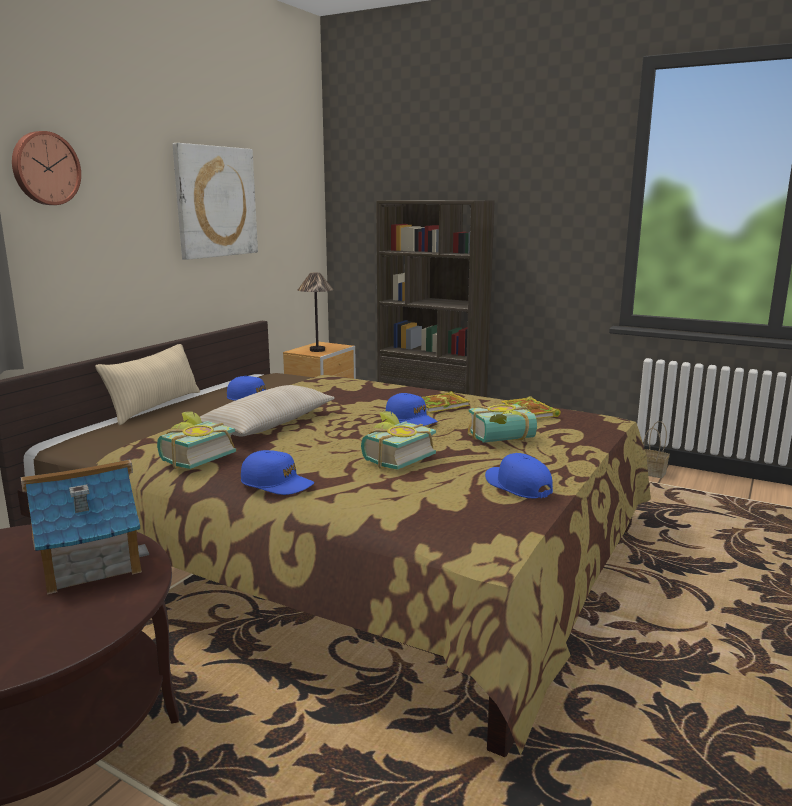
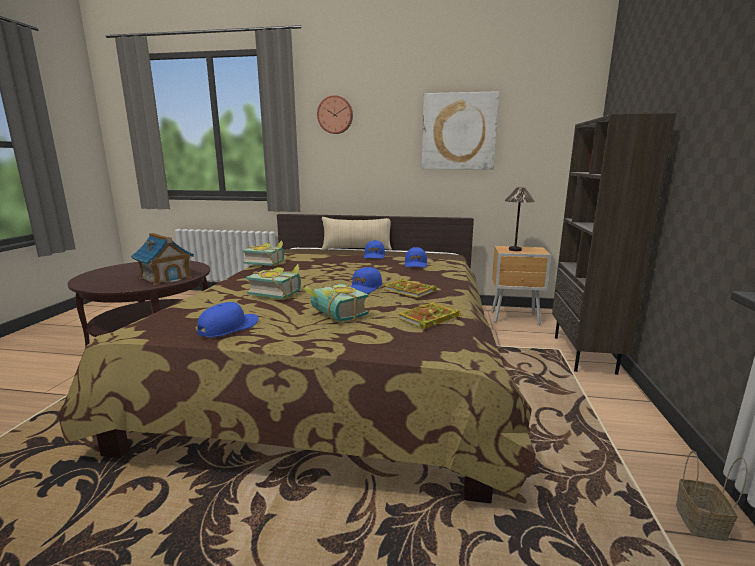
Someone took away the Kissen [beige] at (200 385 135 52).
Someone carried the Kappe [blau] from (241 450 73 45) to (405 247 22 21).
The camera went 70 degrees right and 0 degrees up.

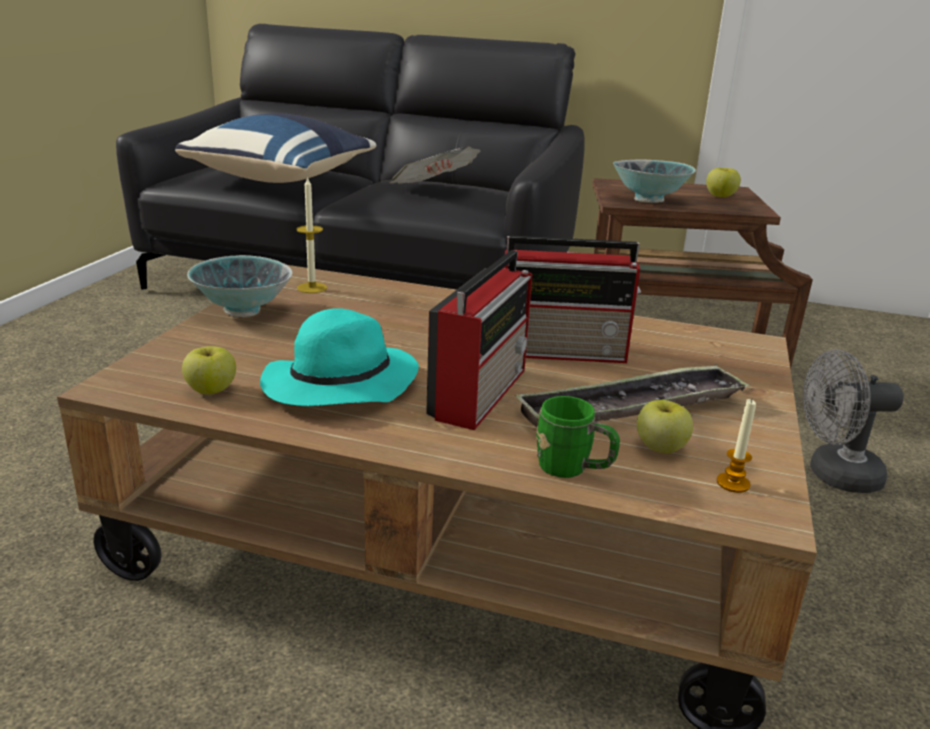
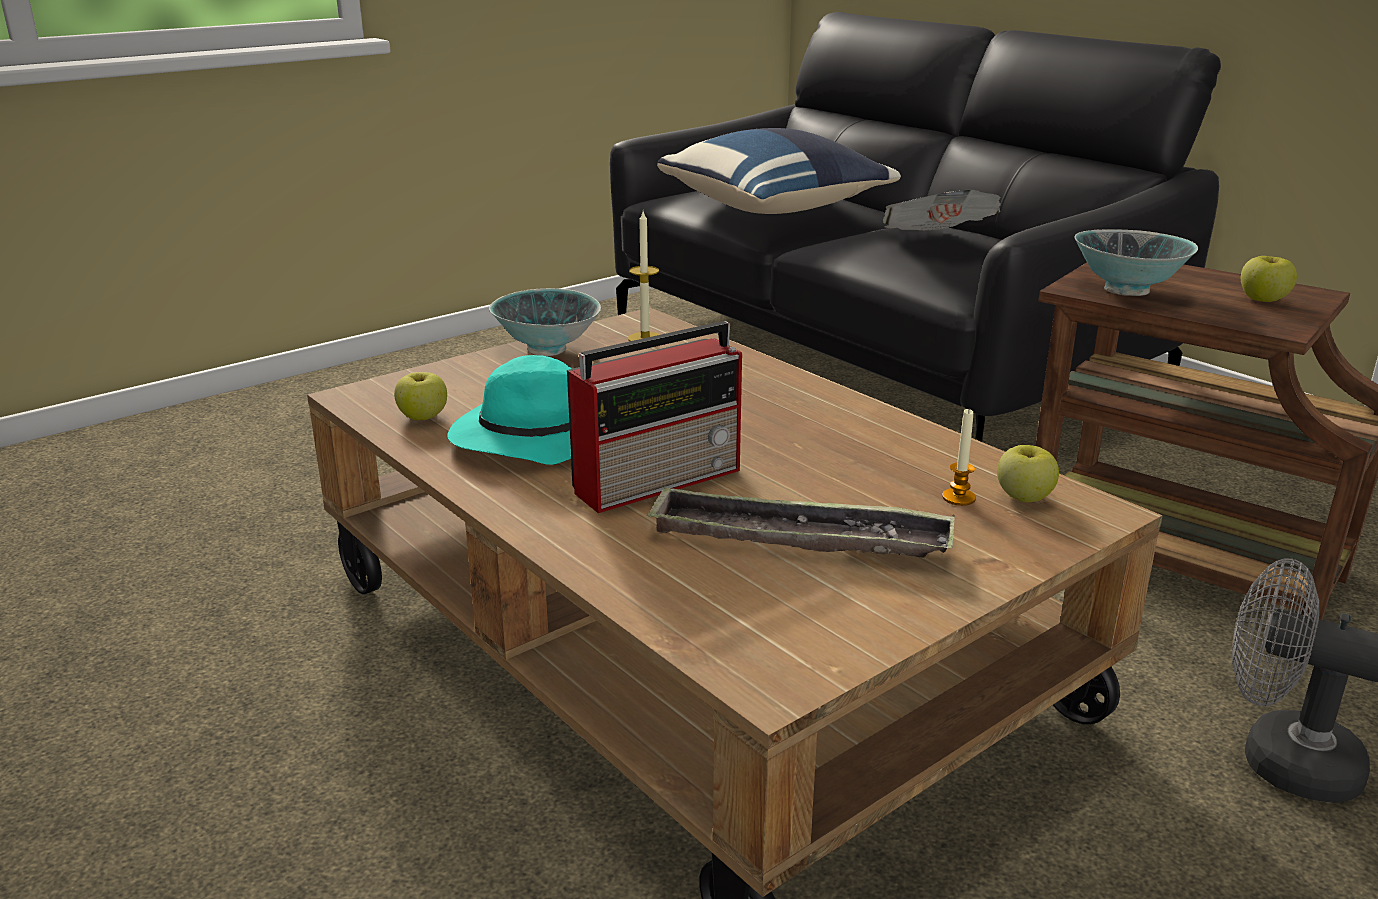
Someone took away the Radio at (504 235 137 128).
Someone took away the Henkelbecher [grün] at (536 396 84 82).
Someone carried the Apfel from (637 400 56 53) to (997 445 62 57).
Someone carried the Kerze from (717 399 39 94) to (942 409 34 97).
The camera went 35 degrees right and 0 degrees up.

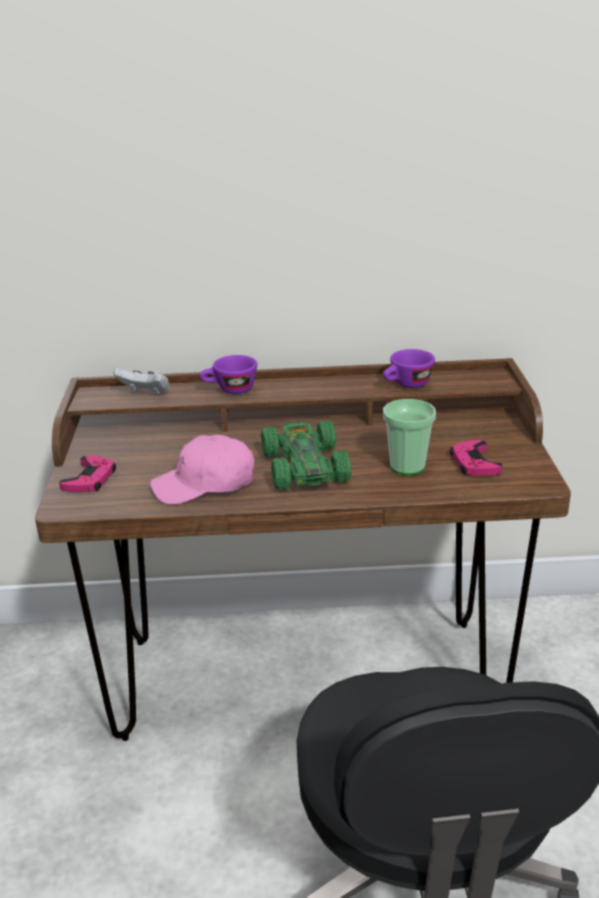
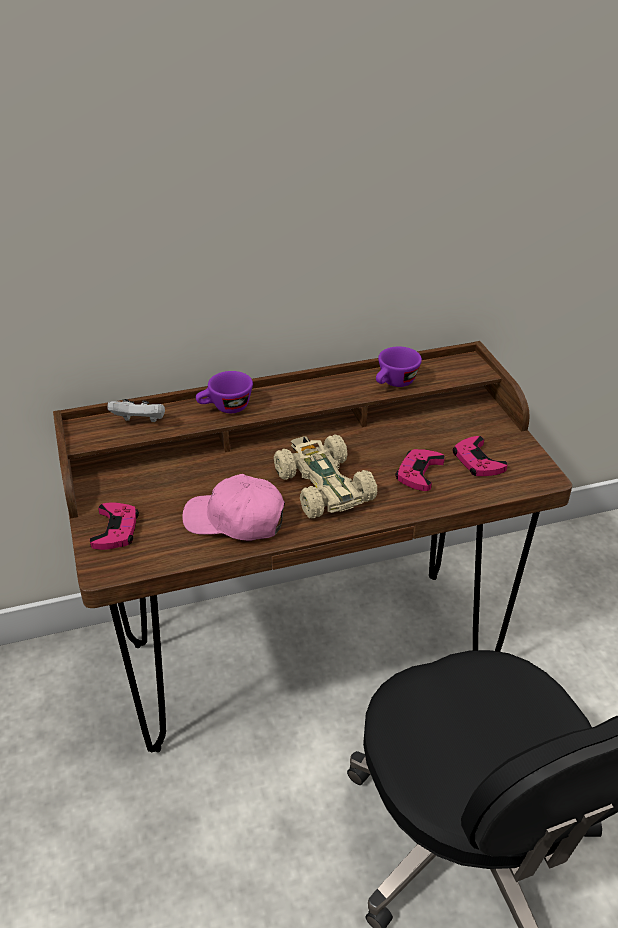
Someone rotated the Kappe [rosa] at (150 435 104 70) by 45 degrees clockwise.
Someone repainted the Spielzeugauto [grün] at (261 420 90 70), which became the Spielzeugauto [beige] at (274 435 104 83).
Someone swapped the Tasse at (383 399 53 76) for the Gamepad [rosa] at (396 449 49 42).
The camera went 15 degrees left and 10 degrees up.

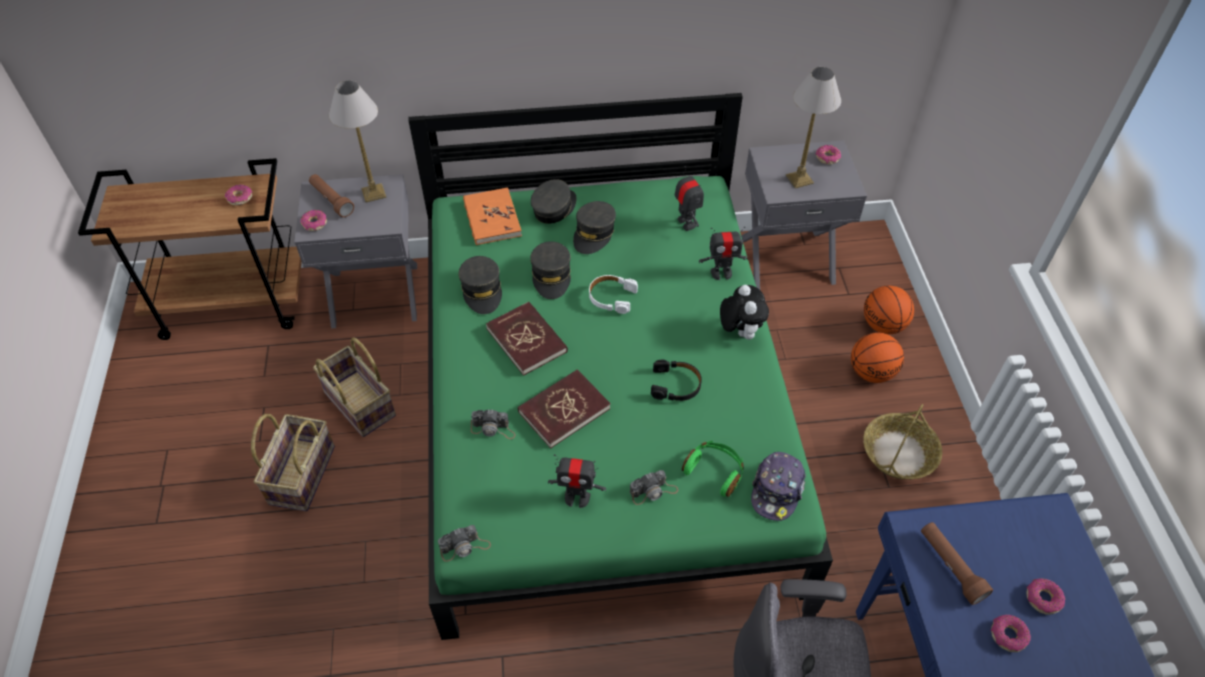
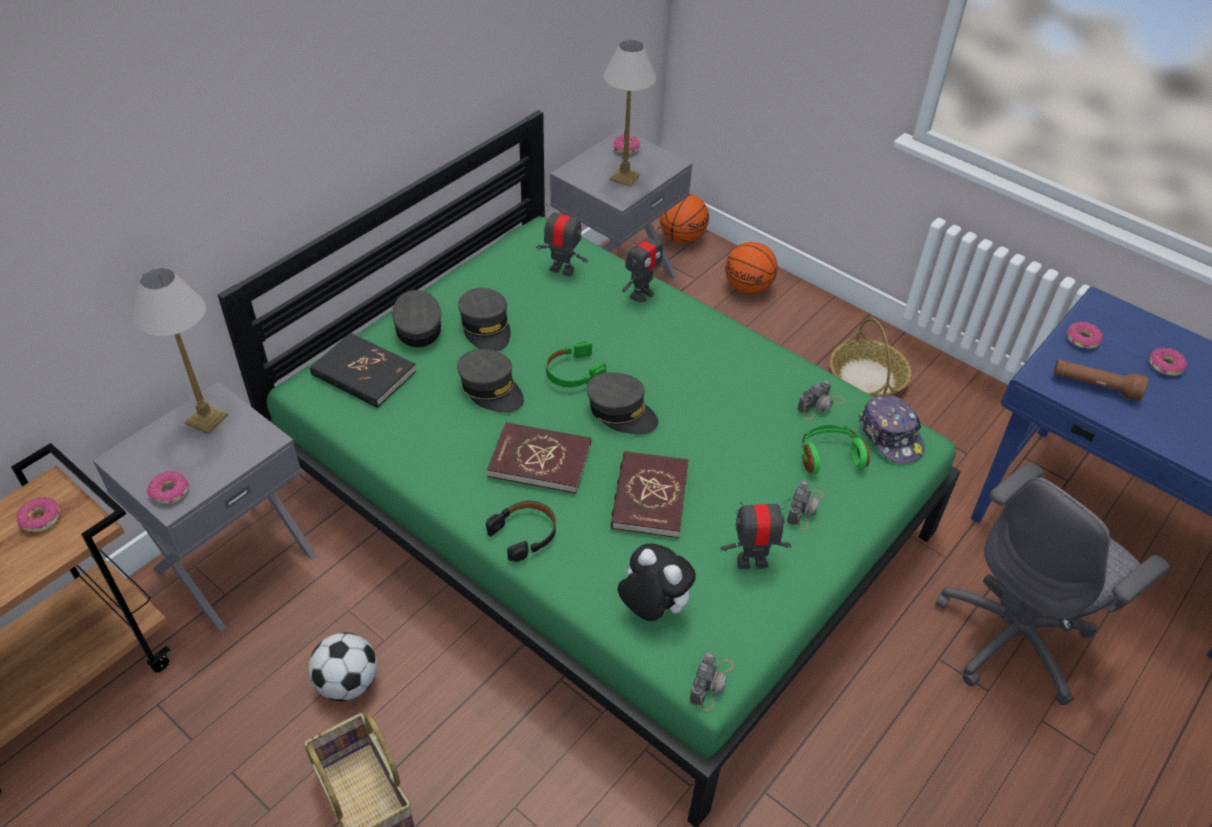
Someone took away the Taschenlampe [braun] at (309 174 45 43).
Someone swapped the Korb at (313 337 83 100) for the Fußball at (308 632 69 69).
Someone carried the Kappe [grau] from (459 256 43 58) to (587 372 71 62).
Someone repainted the Buch [orange] at (463 187 59 58), which became the Buch [schwarz] at (310 333 106 75).
Someone carried the Kamera from (471 409 44 30) to (797 380 48 39).
Someone rotated the Spielzeugroboter at (548 454 58 54) by 150 degrees counterclockwise.
Someone repainted the Kopfhörer [weiß] at (589 275 49 39), which became the Kopfhörer [grün] at (546 341 60 46).
Someone carried the Kopfhörer [schwarz] from (651 360 51 41) to (486 501 70 61).
Someone carried the Plüschtier from (720 285 49 55) to (617 543 79 78).
Someone carried the Basketball from (851 332 53 51) to (659 194 50 49).
Someone carried the Donut from (991 615 40 37) to (1066 322 37 27).
The camera went 45 degrees left and 5 degrees down.

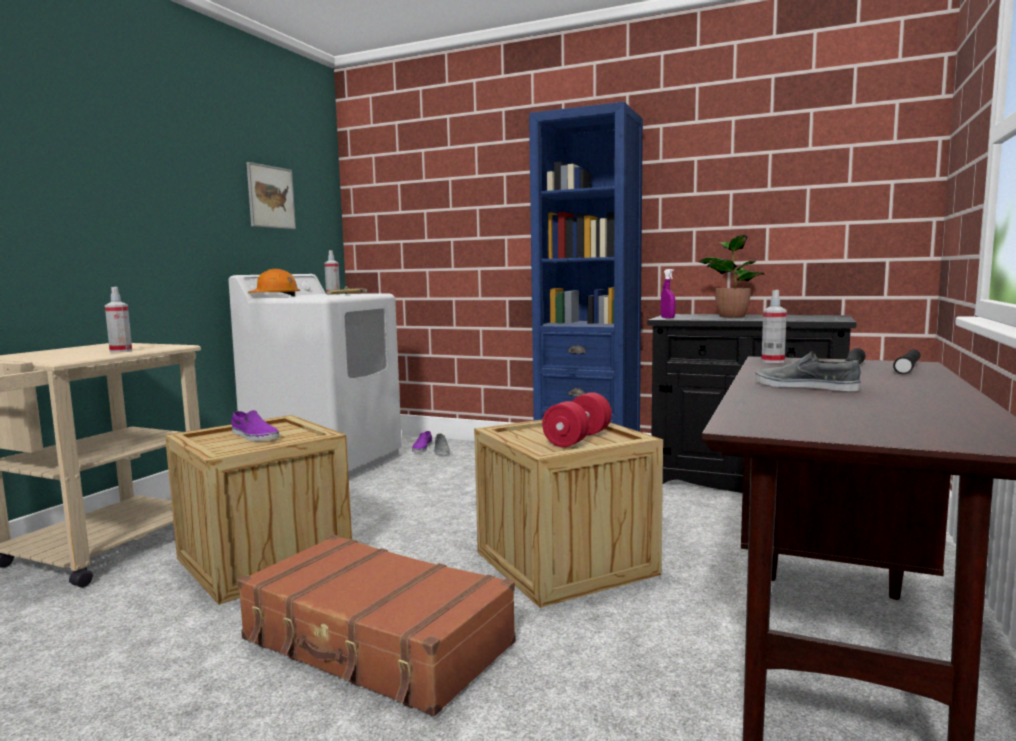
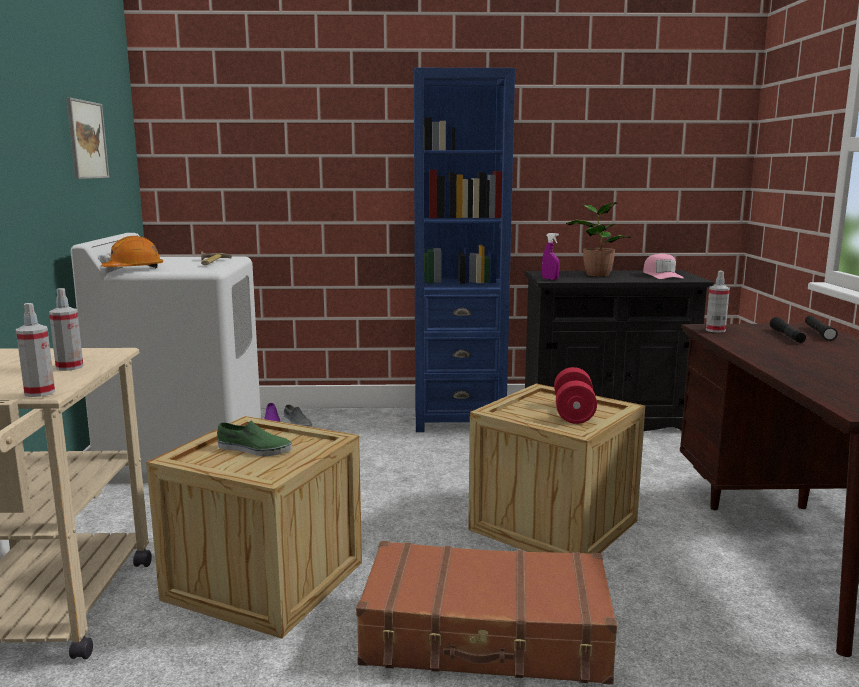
Someone repainted the Schuh [lila] at (231 410 48 32), which became the Schuh [grün] at (217 421 75 35).
Someone carried the Sprühflasche from (324 250 16 45) to (16 303 39 94).
Someone took away the Schuh [grau] at (755 351 106 40).
Someone put down the Kappe [rosa] at (643 254 41 25).
The camera went 25 degrees left and 5 degrees up.

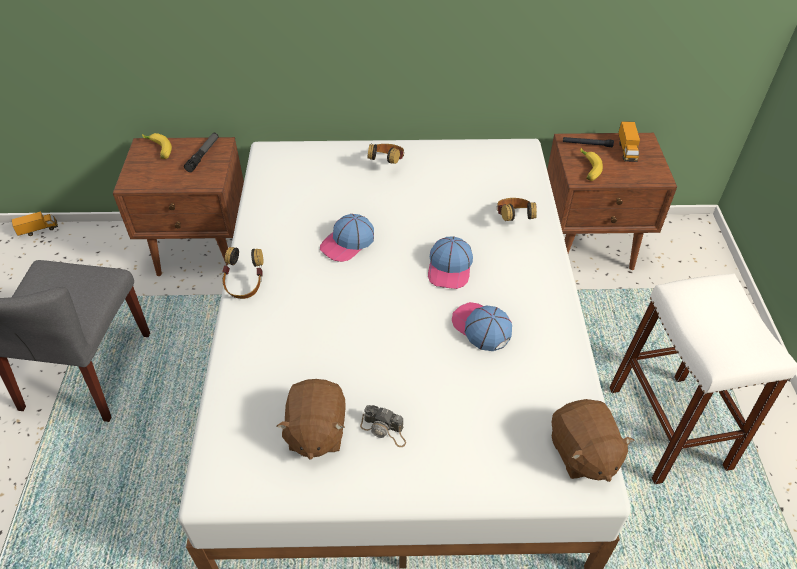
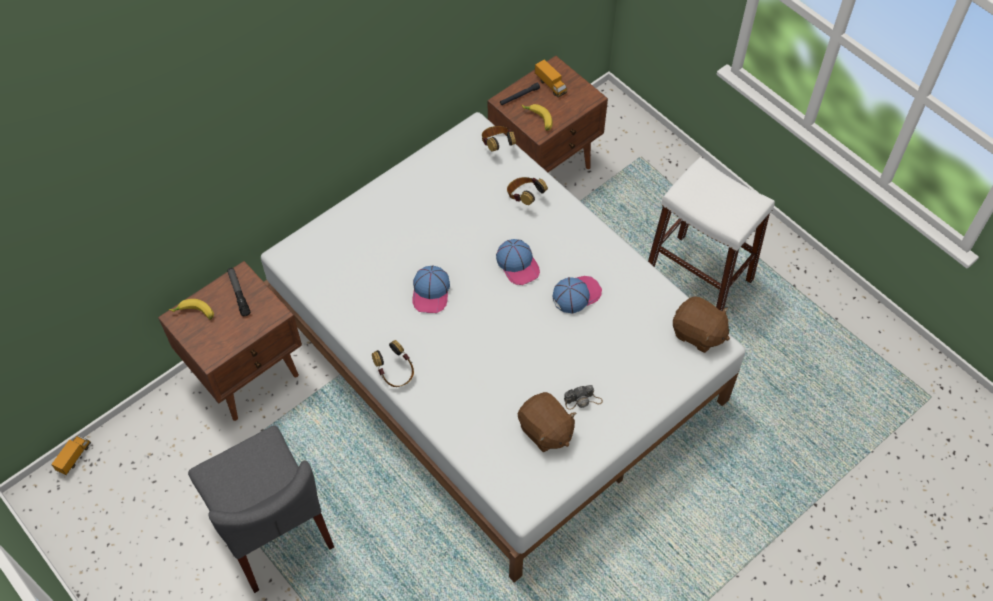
Someone carried the Kopfhörer from (368 144 36 20) to (482 126 34 25).
Someone rotated the Kappe at (452 302 60 49) by 135 degrees clockwise.
The camera went 40 degrees left and 10 degrees up.

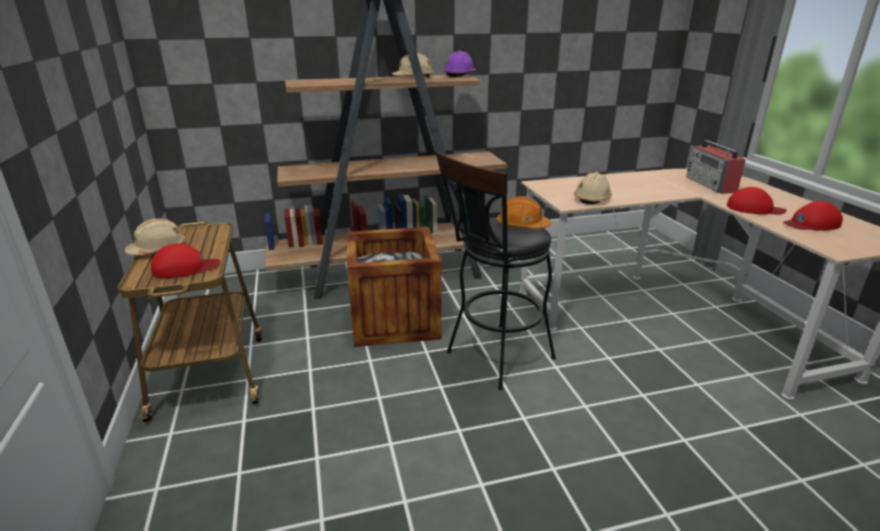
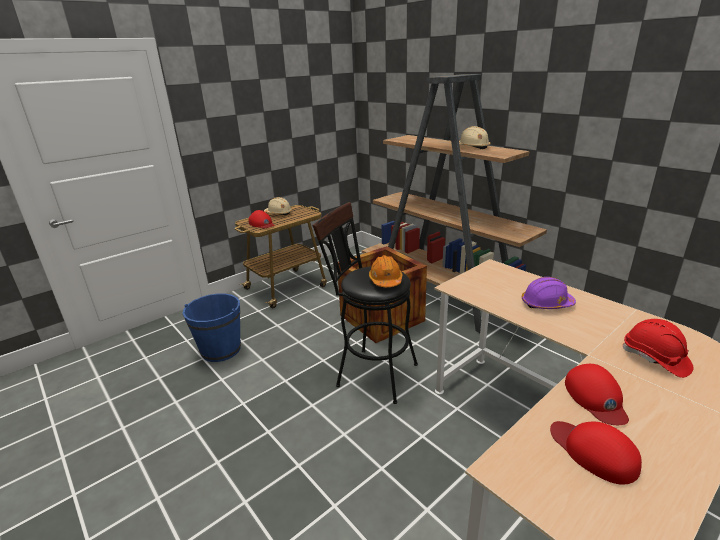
Someone carried the Schutzhelm [lila] from (443 51 33 26) to (522 277 54 32).
Someone took away the Schutzhelm [beige] at (574 172 38 32).
Someone swapped the Radio at (686 140 59 54) for the Schutzhelm [rot] at (623 319 70 59).
Someone put down the Eimer [blau] at (182 294 59 68).
The camera went 65 degrees right and 0 degrees up.

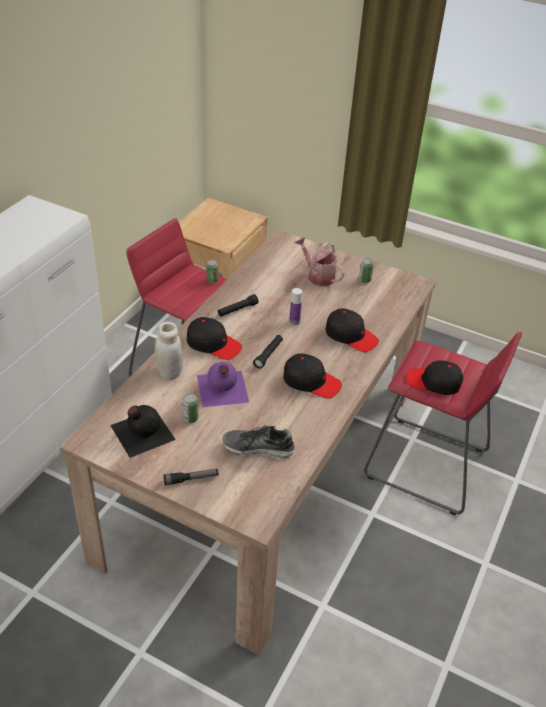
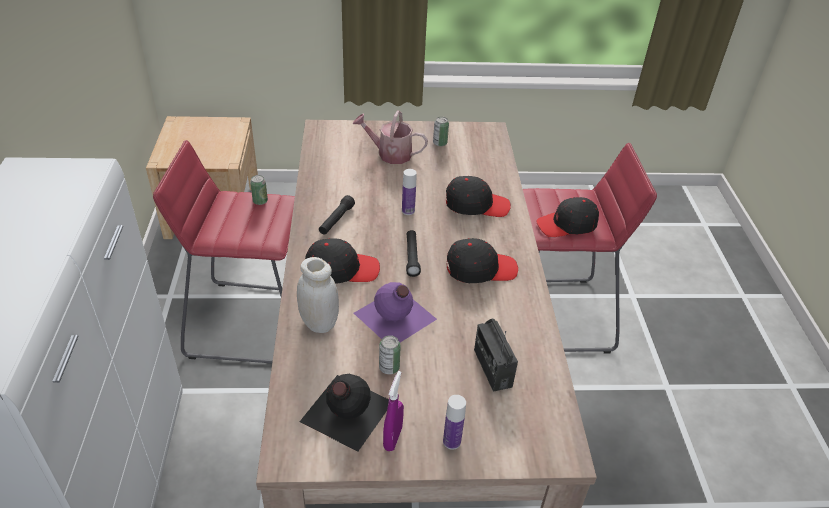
Someone swapped the Taschenlampe at (163 469 55 17) for the Flasche at (443 395 23 55).
Someone swapped the Schuh at (222 425 73 34) for the Radio at (474 318 44 74).
Someone put down the Sprühflasche [lila] at (383 371 21 80).
The camera went 30 degrees left and 0 degrees up.

